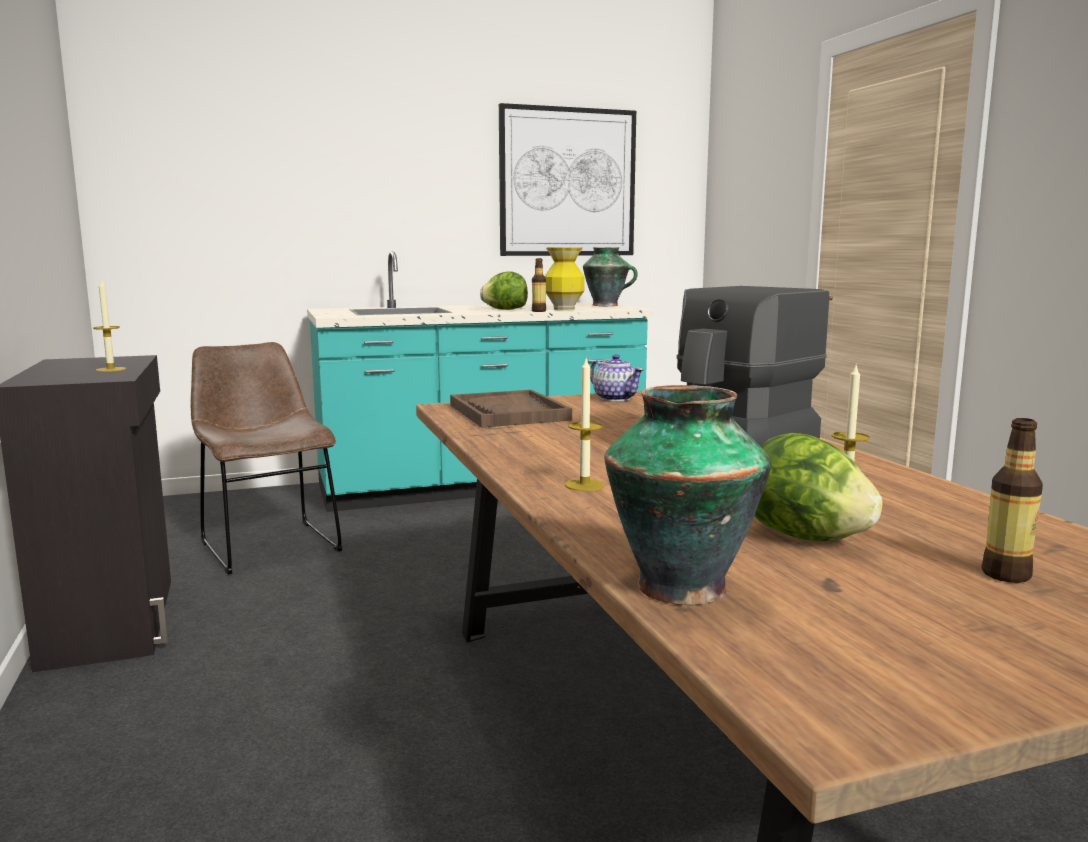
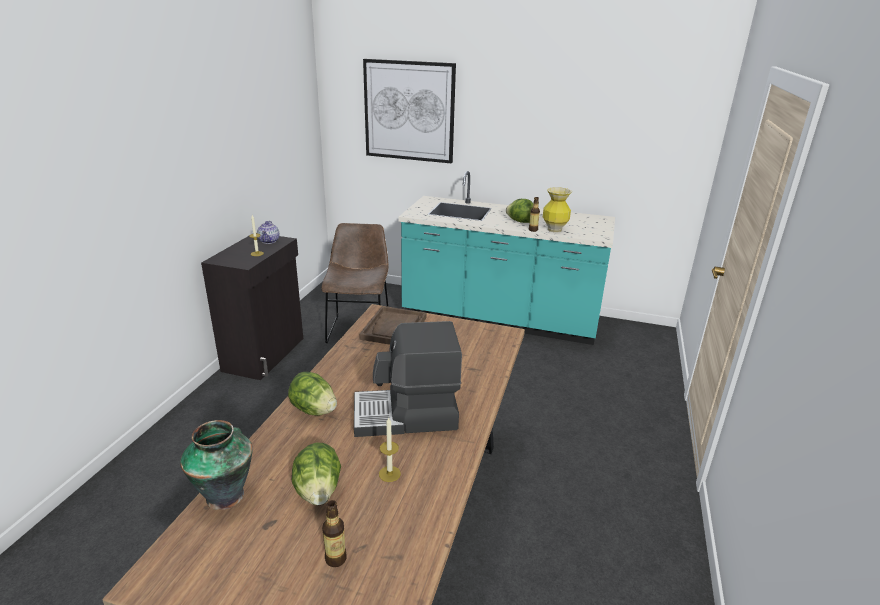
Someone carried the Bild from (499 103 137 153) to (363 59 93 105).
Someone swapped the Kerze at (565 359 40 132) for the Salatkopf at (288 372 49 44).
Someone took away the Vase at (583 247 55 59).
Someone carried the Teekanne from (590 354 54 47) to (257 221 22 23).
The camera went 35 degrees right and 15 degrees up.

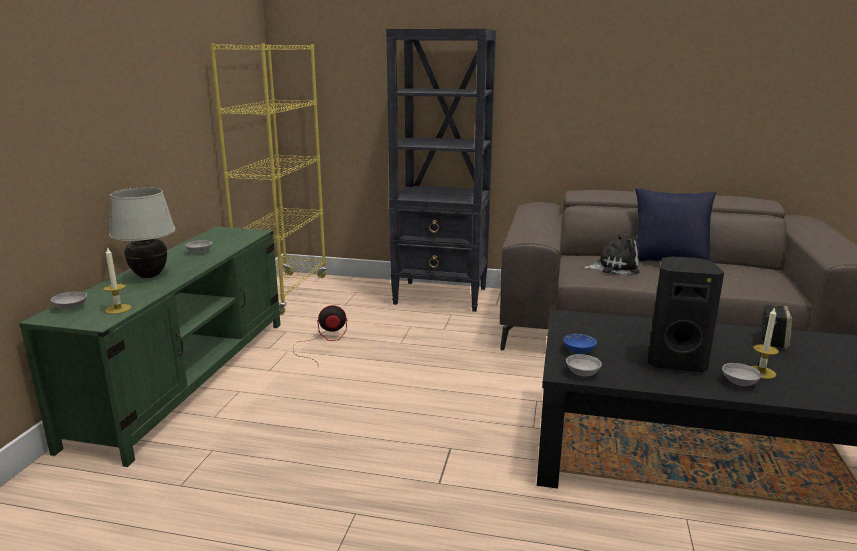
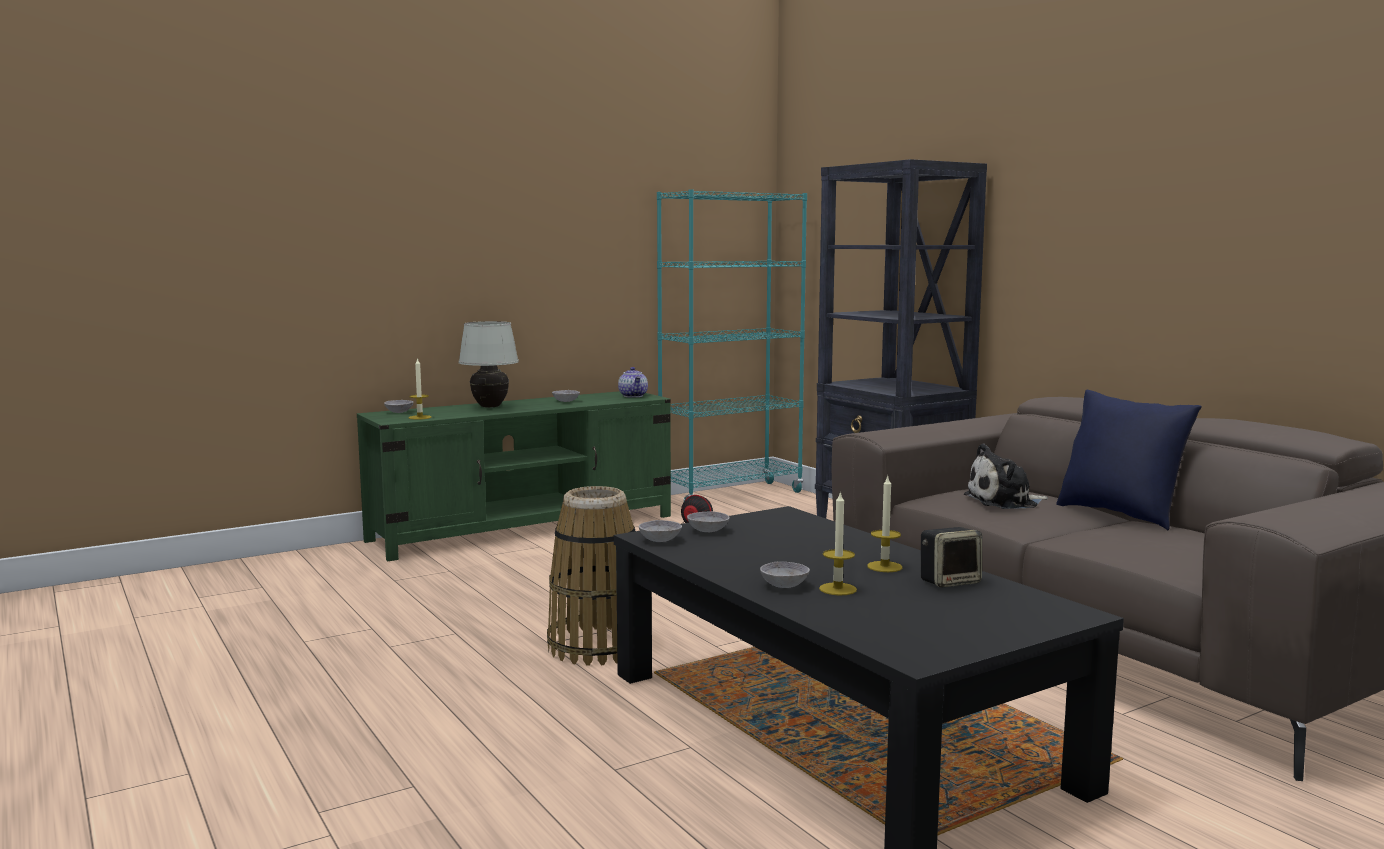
Someone repainted the Bücherregal [gelb] at (210 43 117 272), which became the Bücherregal [türkis] at (657 189 150 312).
Someone repainted the Schüssel [blau] at (563 334 34 20), which became the Schüssel [grau] at (687 511 43 21).
Someone rotated the Plüschtier at (583 233 57 42) by 120 degrees clockwise.
Someone took away the Lautsprecher [schwarz] at (648 256 76 117).
Someone put down the Korb at (547 486 88 180).
Someone put down the Teekanne at (618 367 30 31).
Someone put down the Kerze at (867 475 35 97).
The camera went 45 degrees right and 10 degrees down.

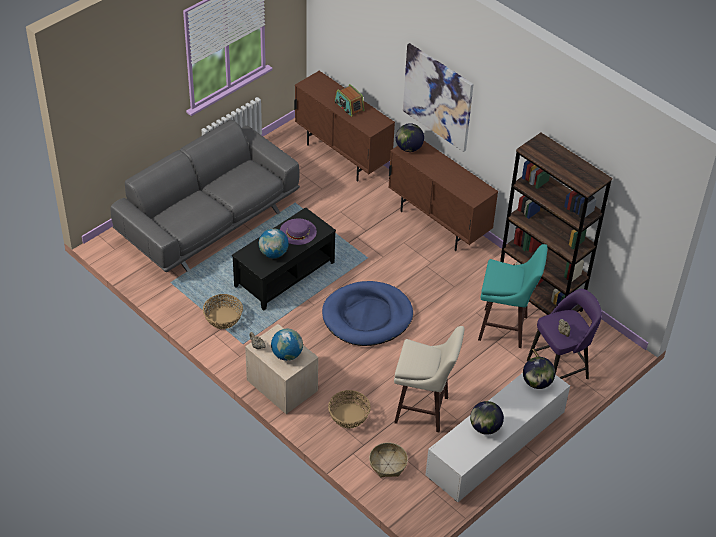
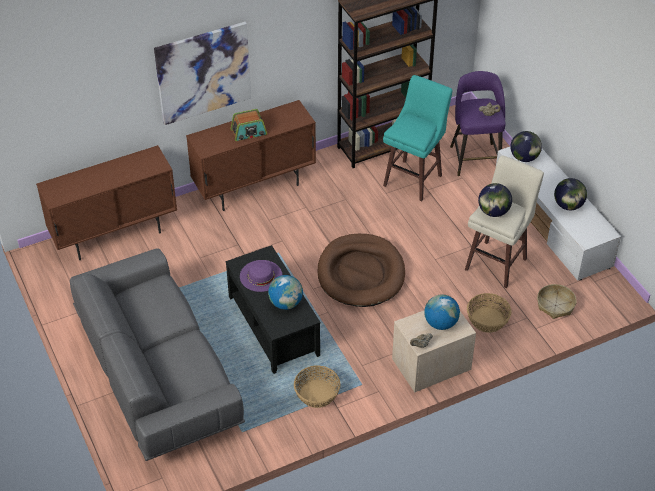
Someone repainted the Hundebett [blau] at (322 281 91 65), which became the Hundebett [braun] at (318 234 87 73).
Someone carried the Radio from (335 84 29 33) to (230 109 37 32).
Someone carried the Globus from (396 123 28 29) to (478 183 34 34).
The camera went 70 degrees left and 0 degrees up.

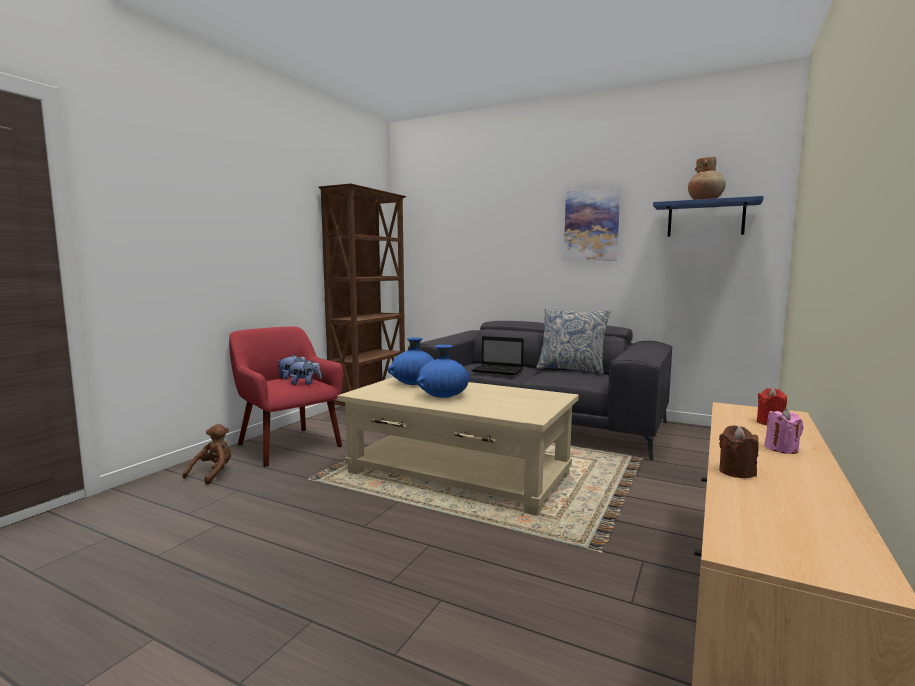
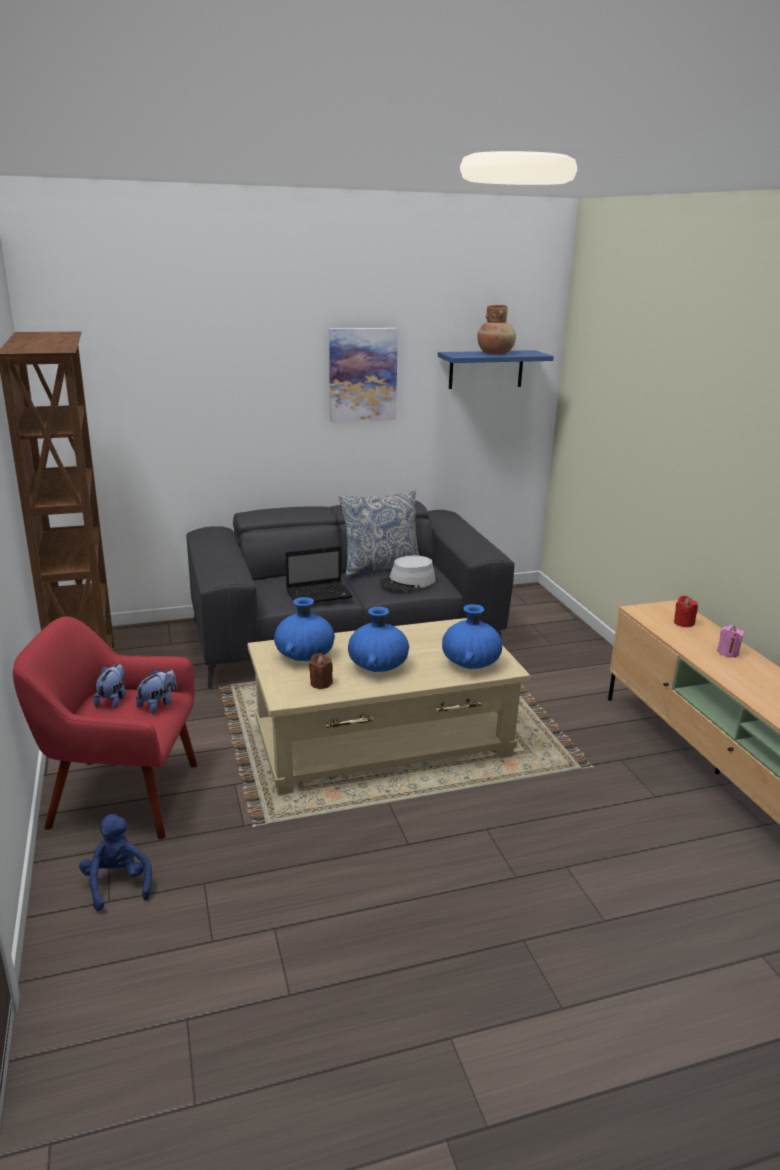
Someone repainted the Plüschtier [braun] at (183 424 48 61), which became the Plüschtier [blau] at (79 814 73 97).
Someone carried the Kerze [braun] from (719 425 40 53) to (309 653 24 36).
Someone put down the Hut [grau] at (380 556 55 35).
Someone put down the Vase [blau] at (442 604 60 65).
The camera went 45 degrees left and 15 degrees up.

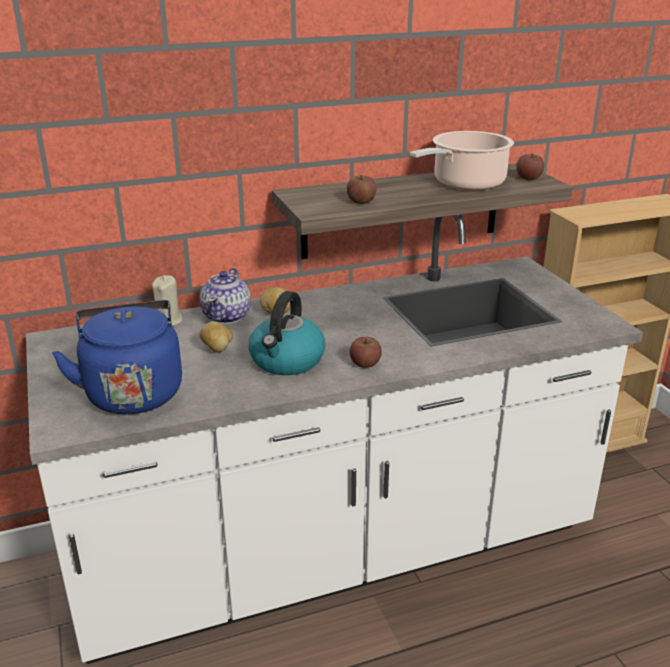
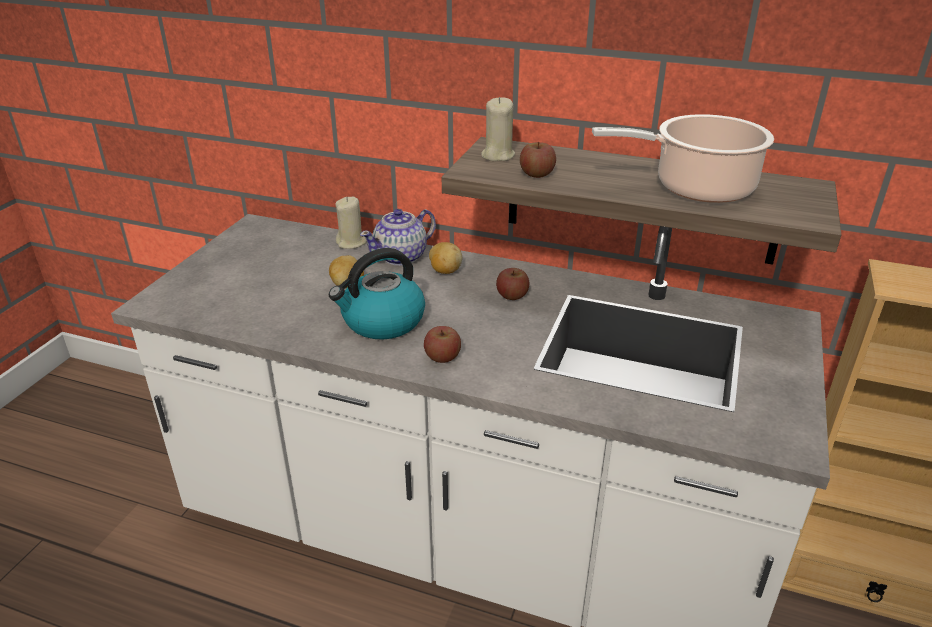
Someone took away the Wasserkessel [blau] at (52 300 130 114).
Someone carried the Apfel from (516 153 28 27) to (496 268 33 32).
Someone put down the Kerze [beige] at (481 97 34 64).
The camera went 40 degrees right and 5 degrees up.

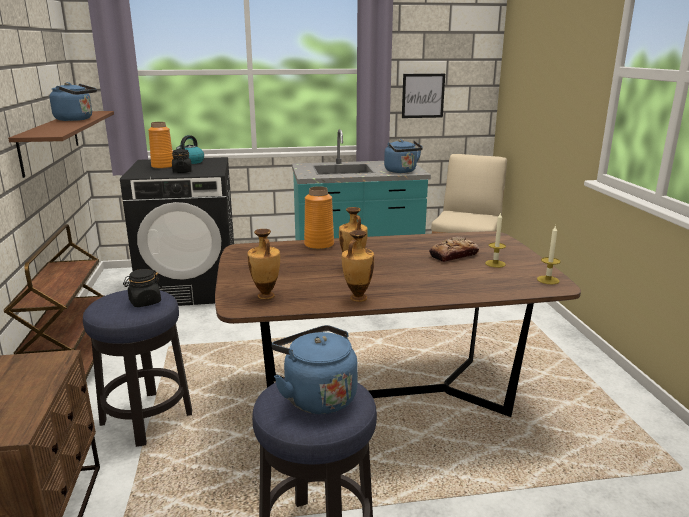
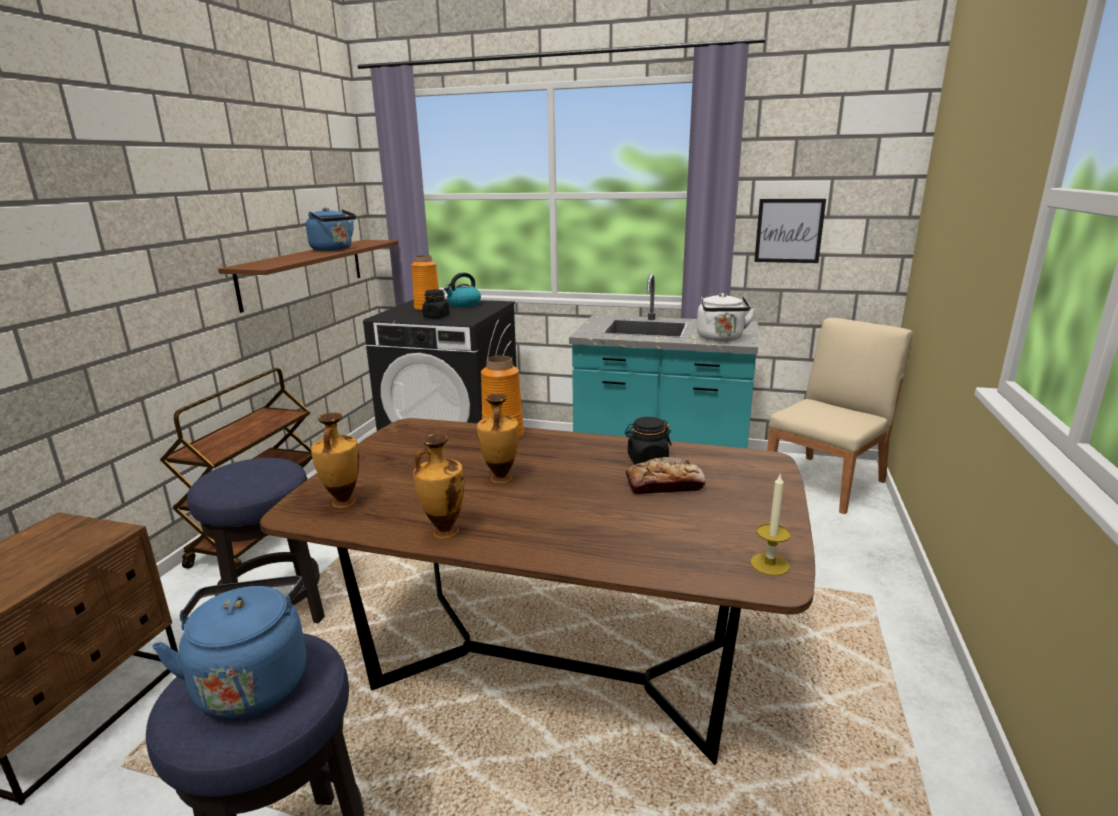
Someone carried the Vorratsglas [schwarz] from (123 269 39 38) to (625 417 46 48).
Someone repainted the Wasserkessel [blau] at (384 139 39 34), which became the Wasserkessel [weiß] at (697 293 58 48).
Someone took away the Kerze at (485 212 21 56).
The camera went 25 degrees right and 0 degrees up.

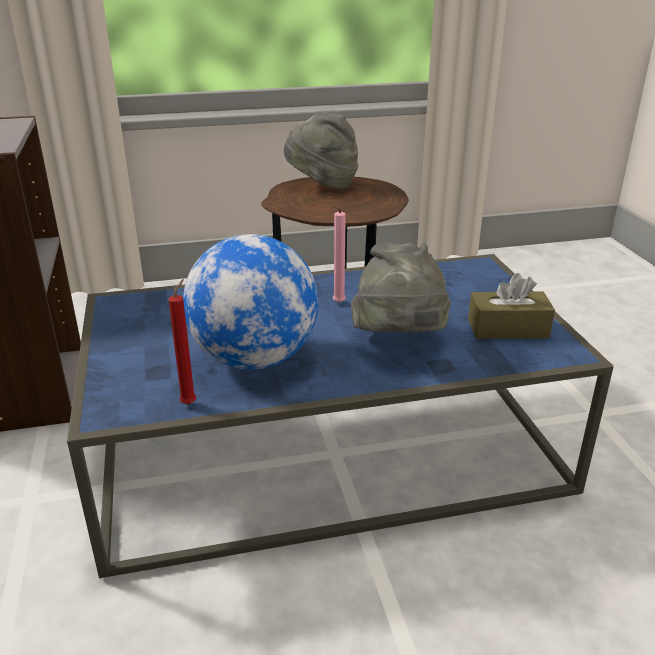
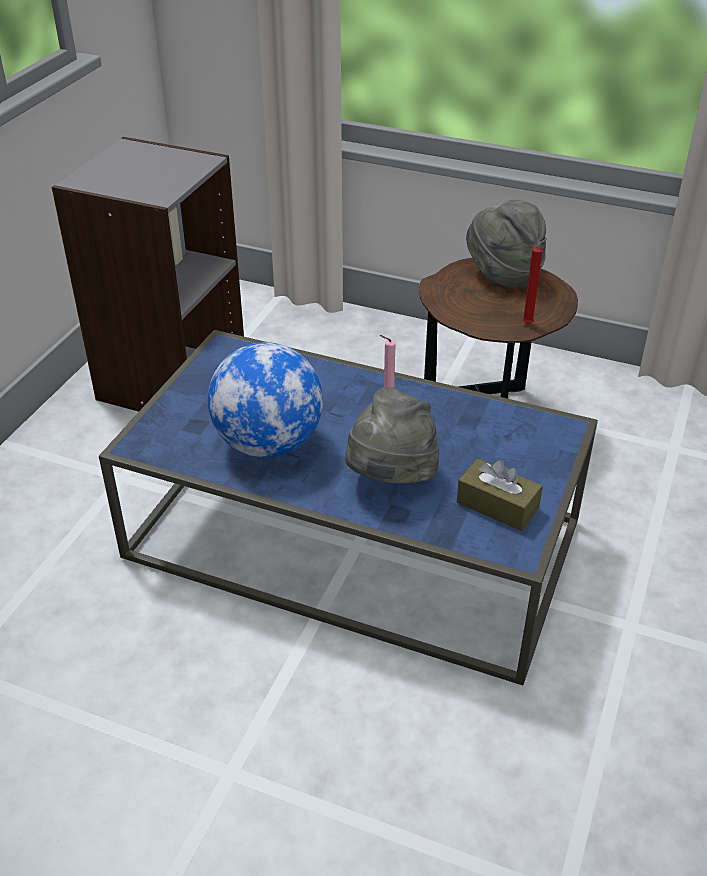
Someone carried the Kerze [rot] from (169 279 27 126) to (522 238 25 86).
The camera went 35 degrees right and 10 degrees up.

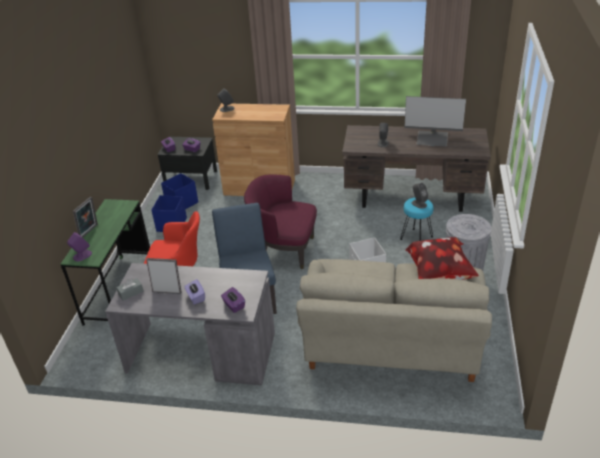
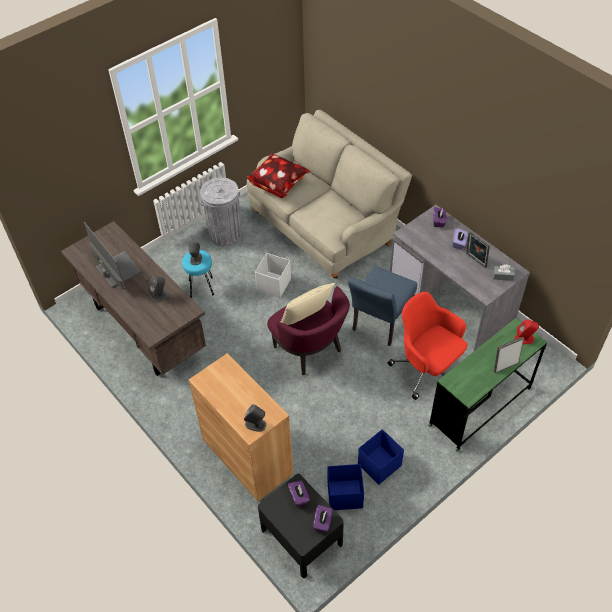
Someone repainted the Lautsprecher [lila] at (67 232 25 30), which became the Lautsprecher [rot] at (515 319 24 25).
Someone put down the Kissen [beige] at (281 283 54 42).
The camera went 140 degrees left and 15 degrees up.

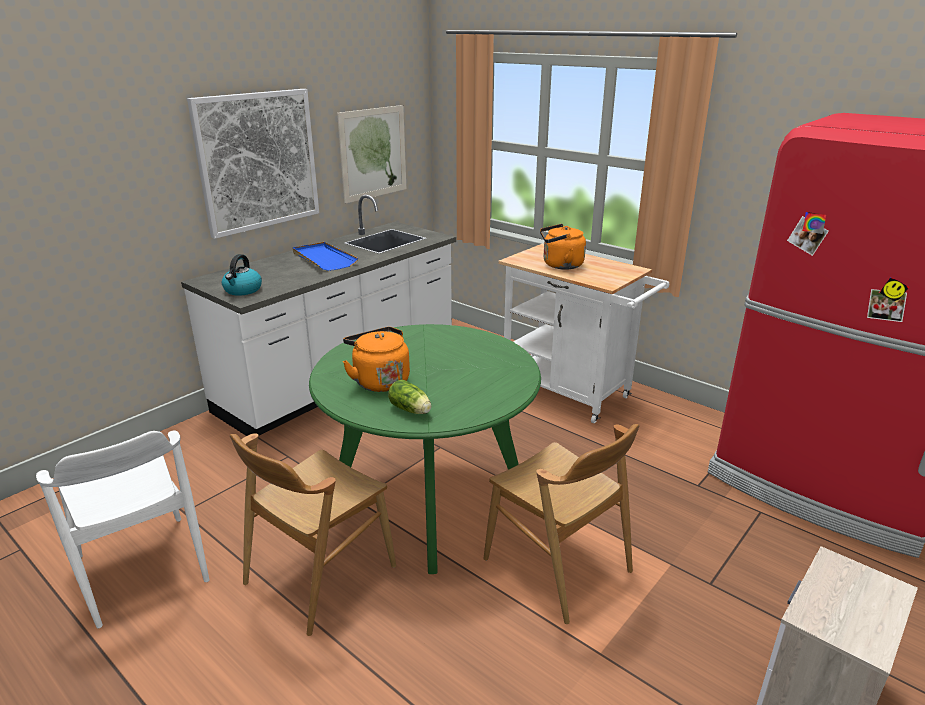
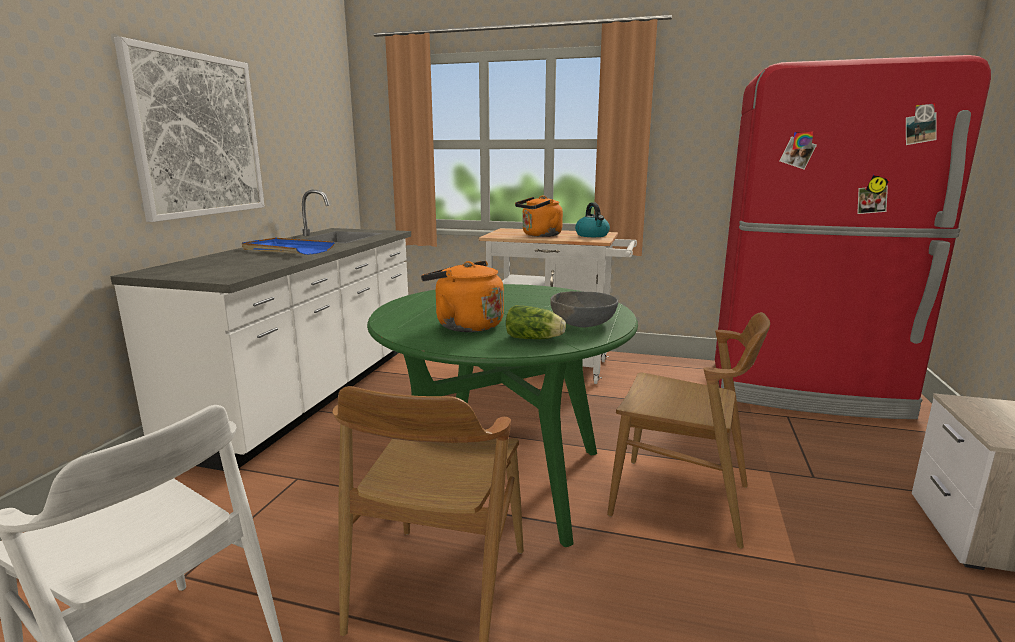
Someone carried the Wasserkessel from (222 254 40 42) to (575 202 35 35).
Someone took away the Bild at (337 105 69 99).
Someone put down the Schüssel [grau] at (550 291 68 37).
The camera went 25 degrees left and 10 degrees down.

